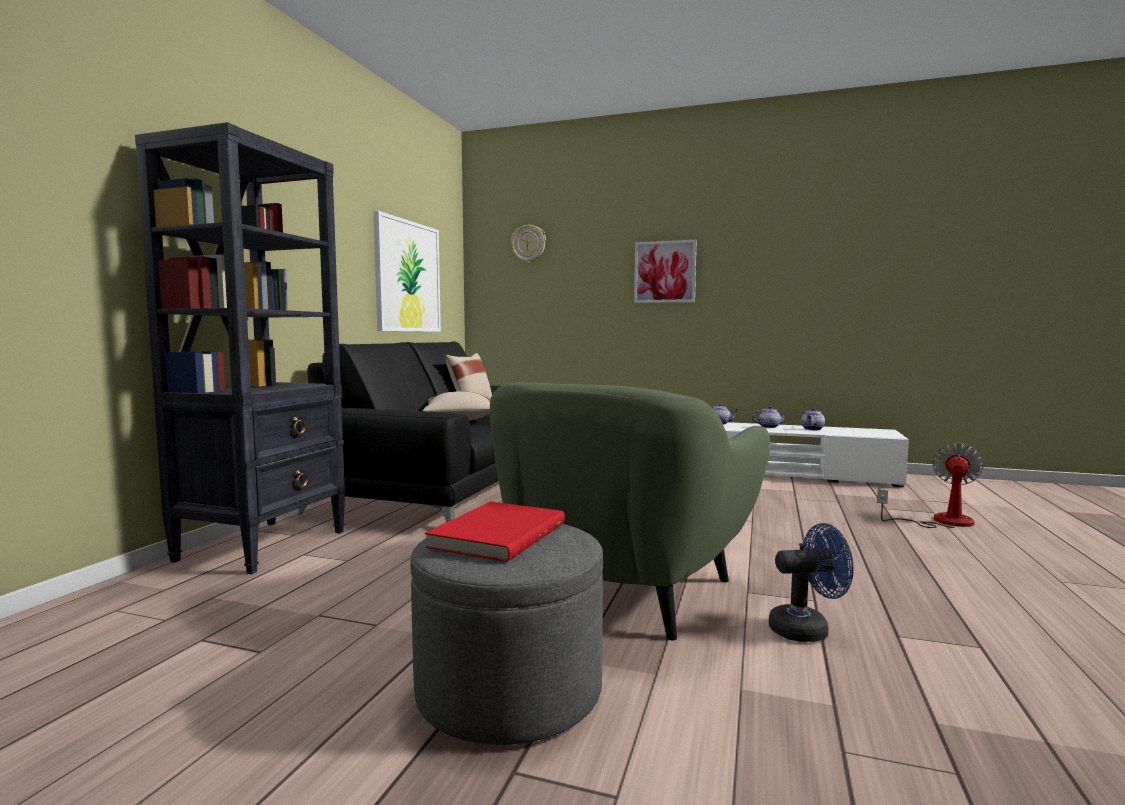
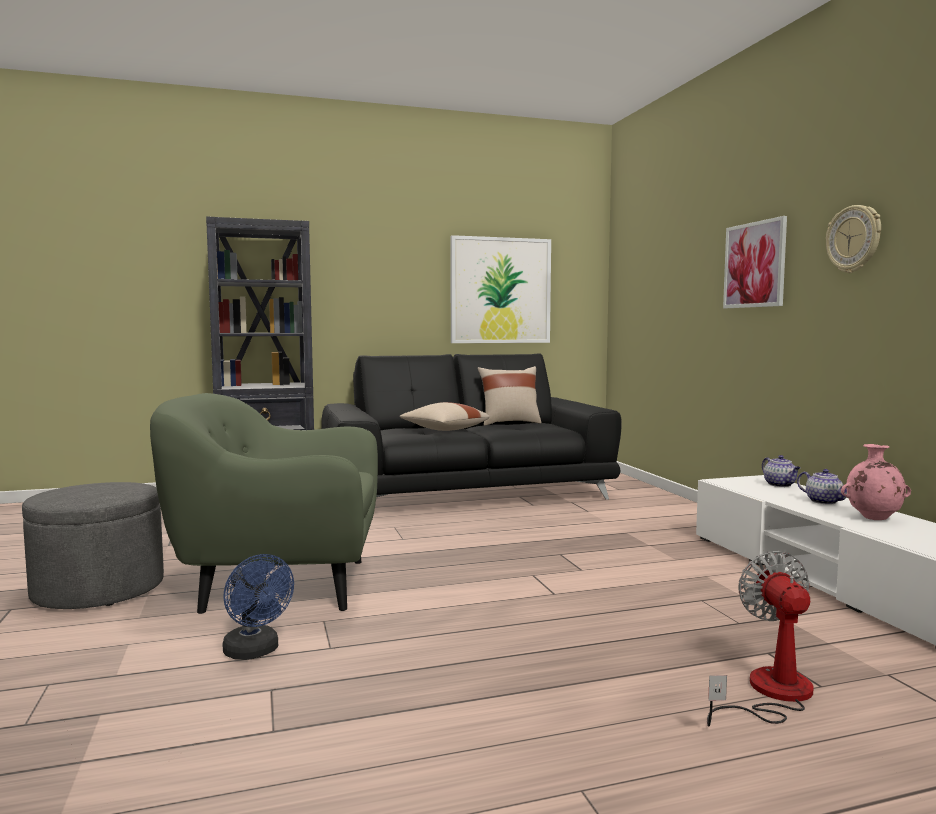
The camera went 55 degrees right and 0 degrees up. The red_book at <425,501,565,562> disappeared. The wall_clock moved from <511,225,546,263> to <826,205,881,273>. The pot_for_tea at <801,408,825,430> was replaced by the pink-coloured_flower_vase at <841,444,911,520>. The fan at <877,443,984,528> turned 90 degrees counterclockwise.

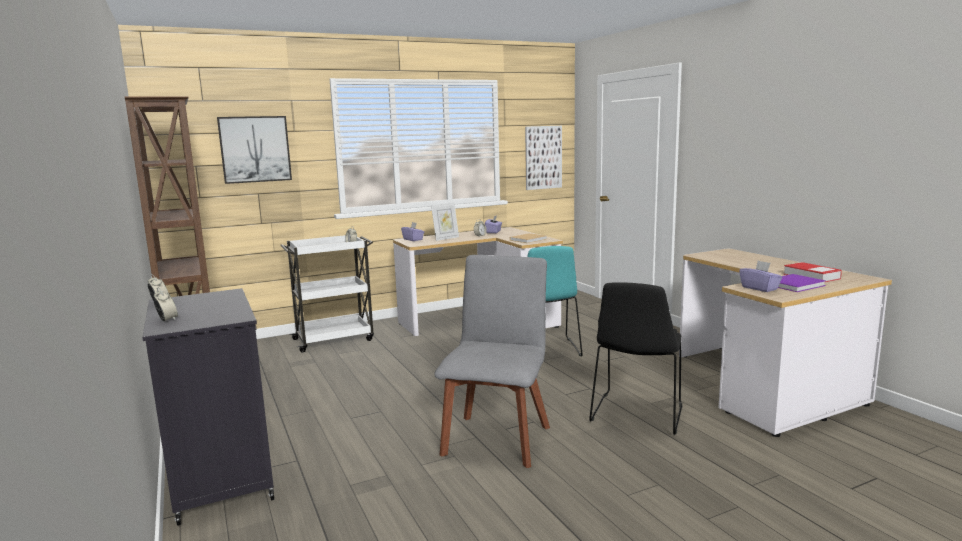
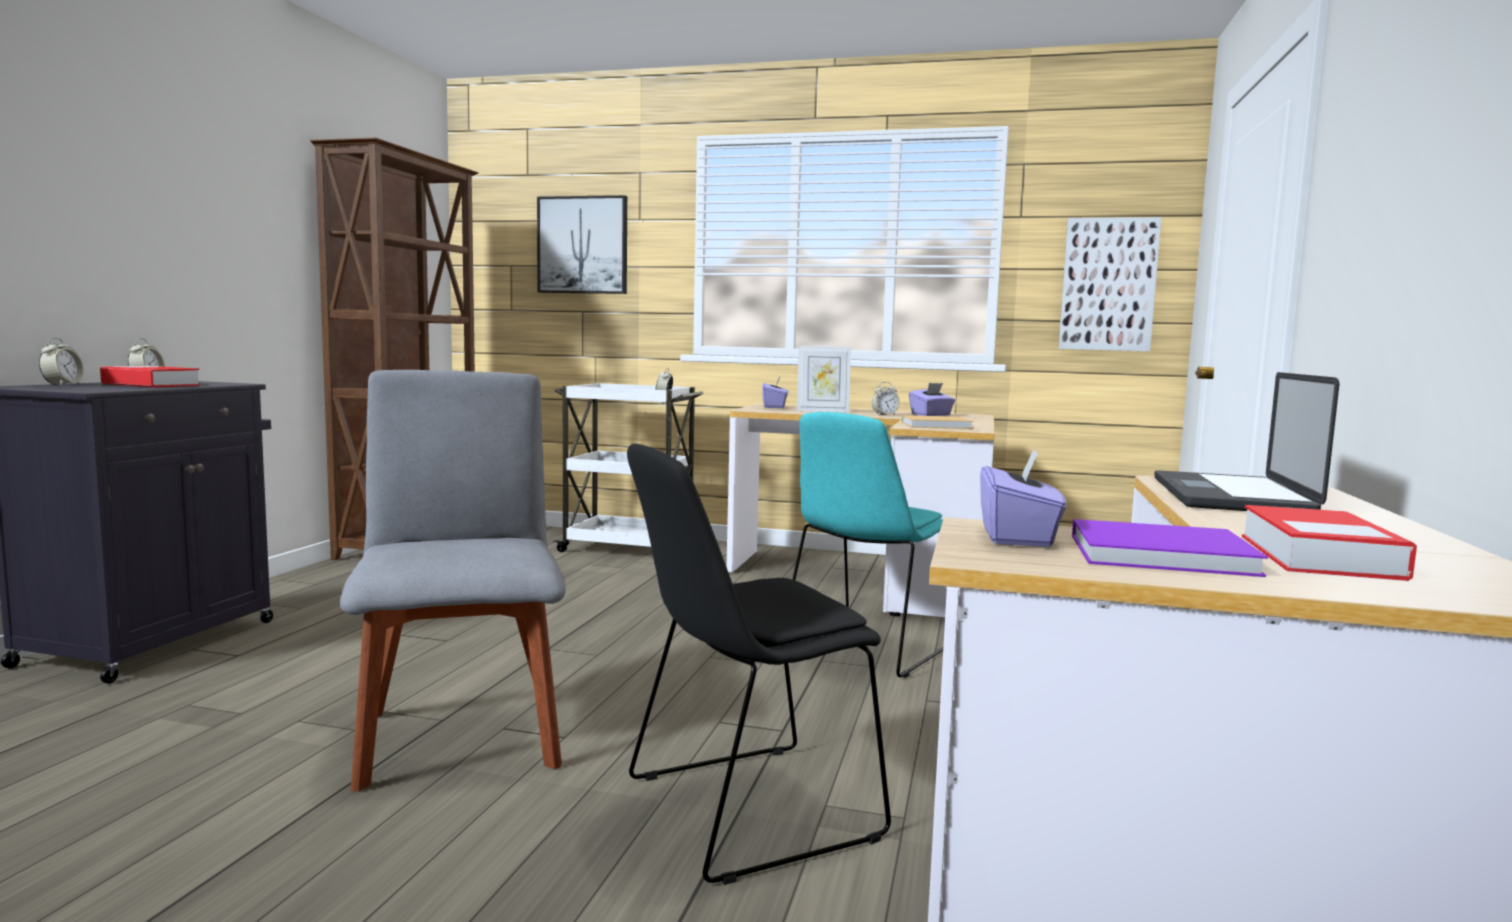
The camera went 40 degrees right and 5 degrees down. The grey_chair at <434,255,550,468> turned 75 degrees counterclockwise. The book at <100,366,200,387> appeared. The portable_computer at <1154,372,1339,511> appeared.

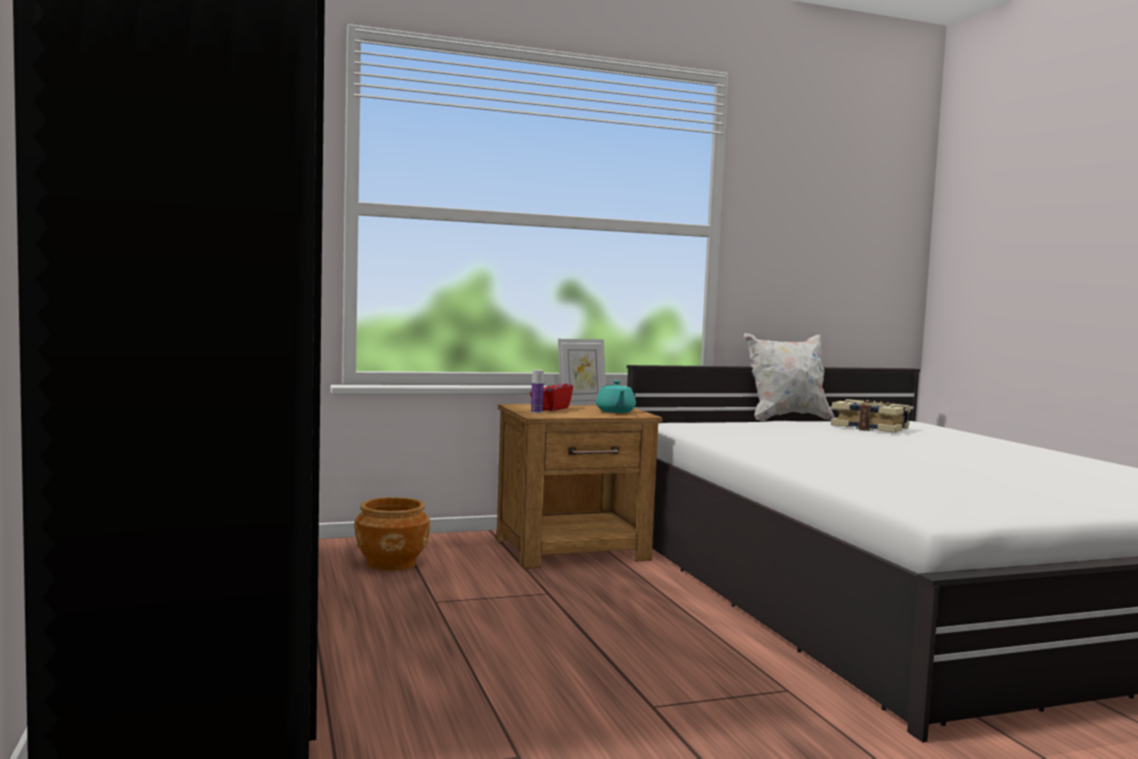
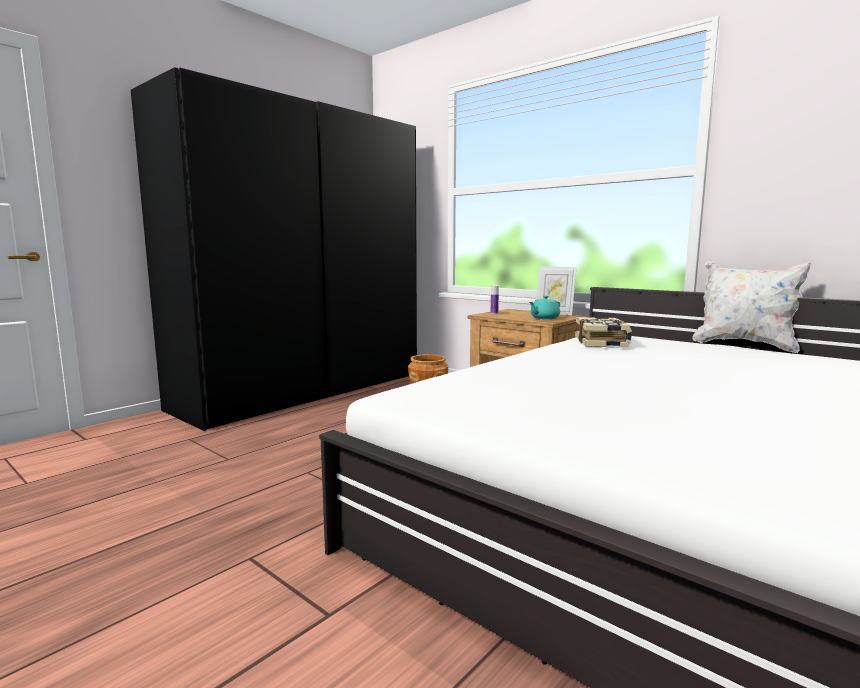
The camera went 60 degrees right and 5 degrees up. The red_box_of_tissues at <530,374,573,411> disappeared. The book moved from <831,399,911,433> to <575,317,632,348>.

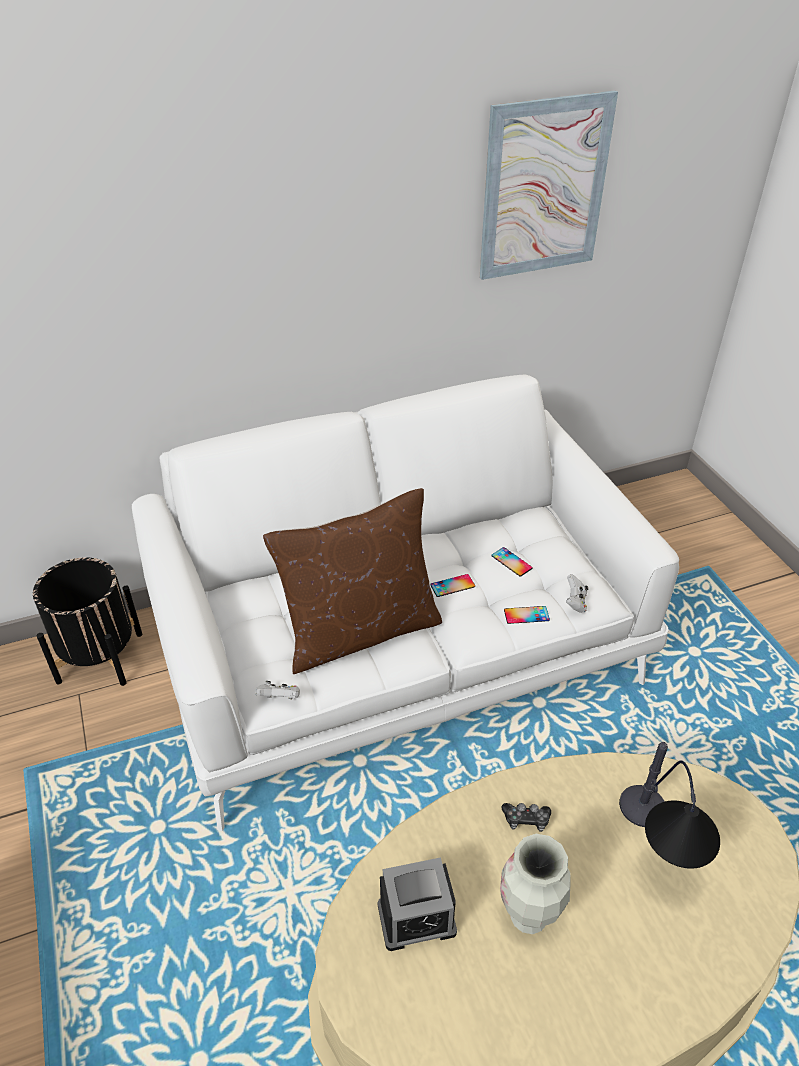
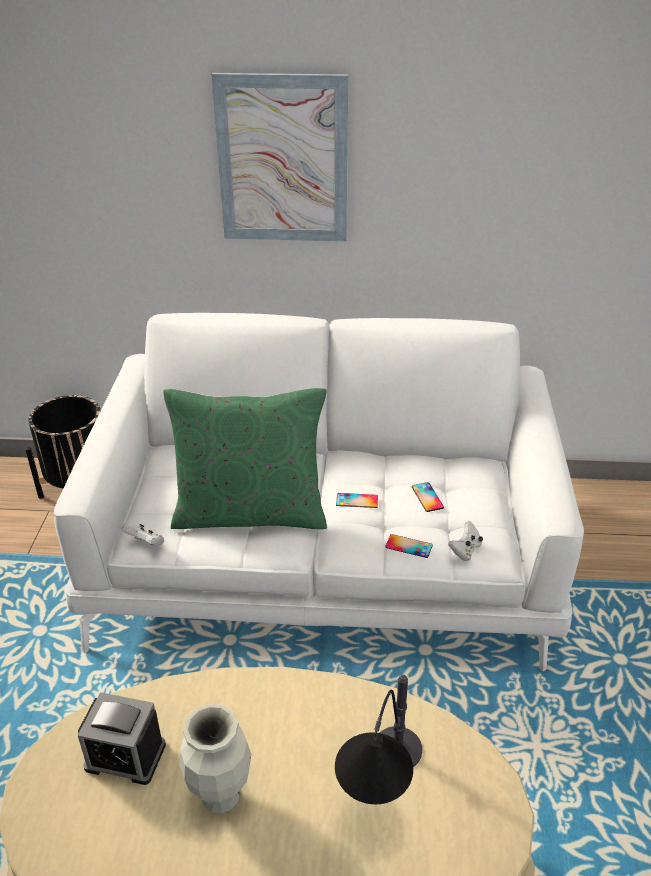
The camera went 25 degrees right and 5 degrees down. The brown_throw_pillow at <263,488,442,674> became the green_throw_pillow at <163,388,327,529>. The wall_art moved from <480,91,618,280> to <211,73,348,241>. The game_controller at <501,803,551,832> disappeared.

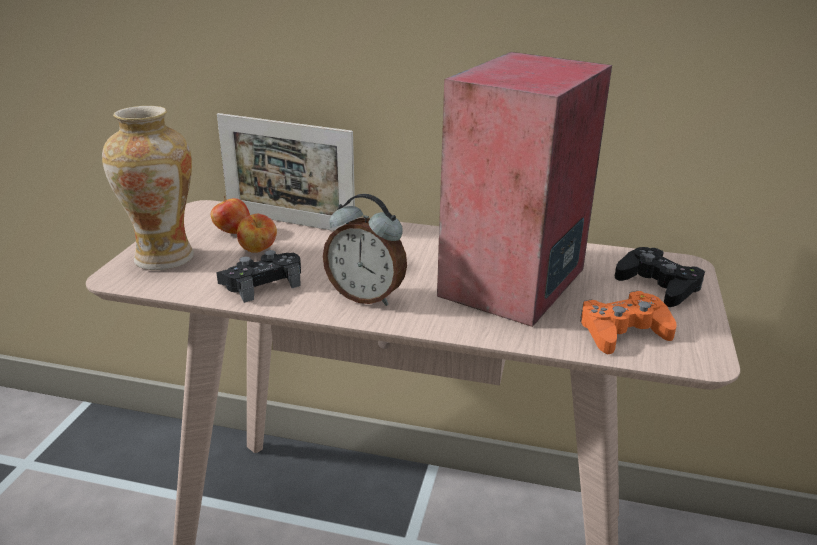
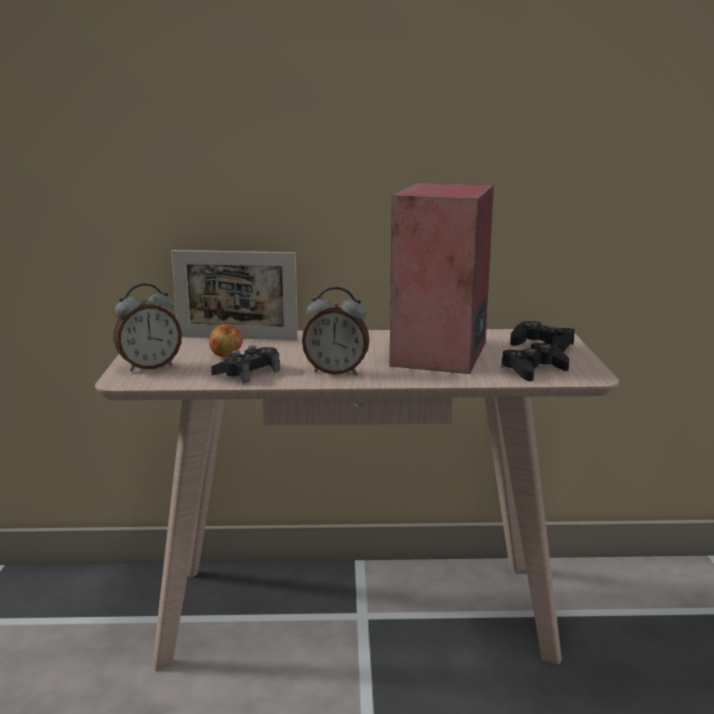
The camera went 15 degrees left and 10 degrees down. The flower_vase at <102,106,194,270> was replaced by the alarm_clock at <114,283,182,372>. The apple_fruit at <211,196,250,234> disappeared. The orange_game_controller at <580,291,677,354> became the black_game_controller at <501,343,570,381>.

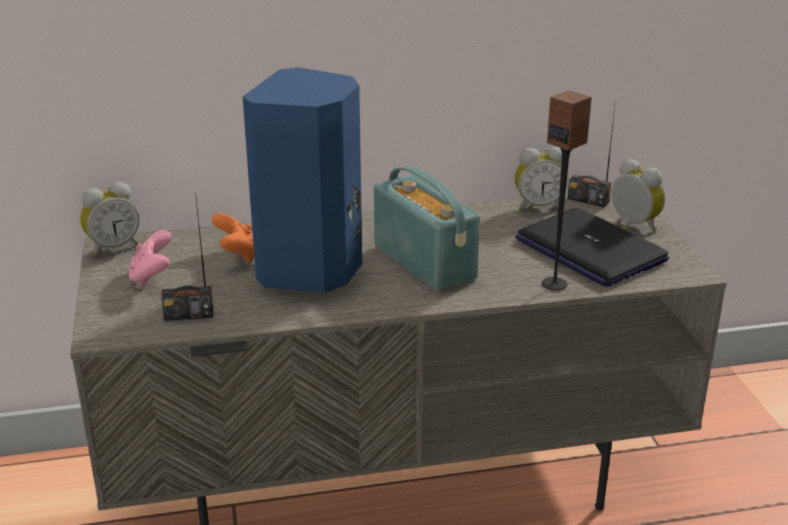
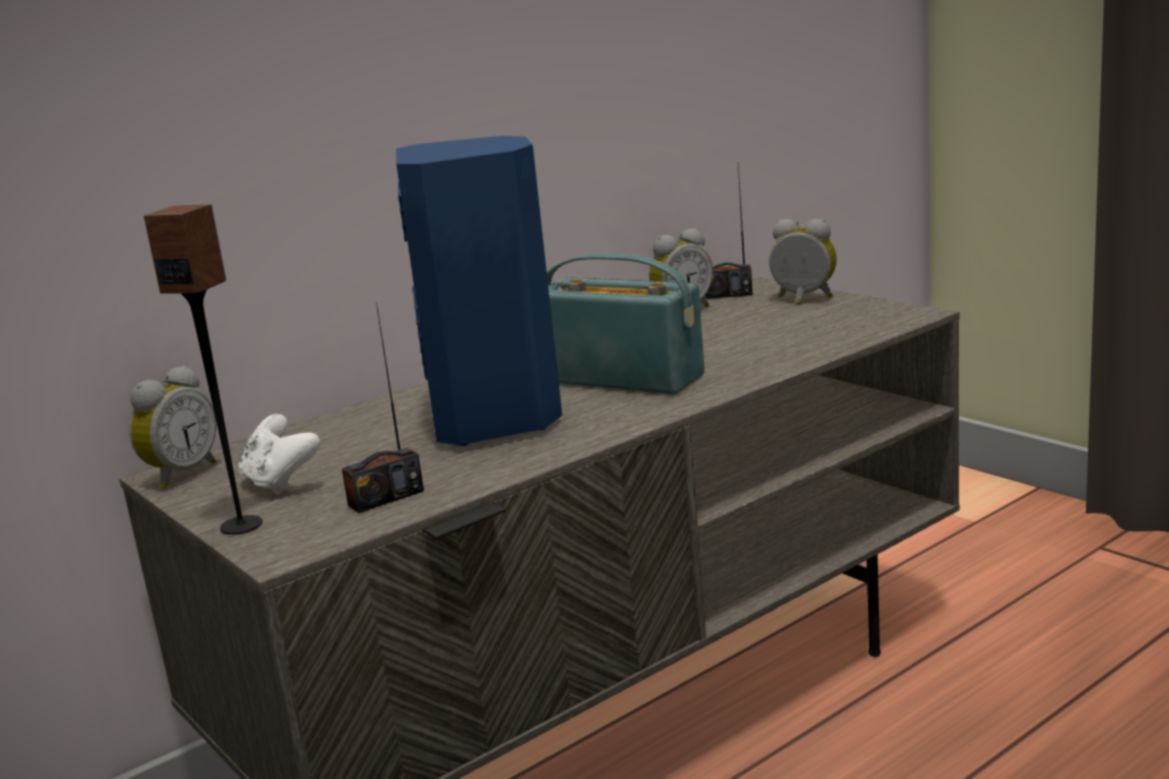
The camera went 25 degrees left and 10 degrees down. The pink-coloured_game_controller at <129,230,172,287> became the white_game_controller at <238,414,320,495>. The orange_game_controller at <212,213,254,262> disappeared. The portable_computer at <515,208,669,287> disappeared. The audio_speaker moved from <542,90,592,290> to <144,205,263,535>.

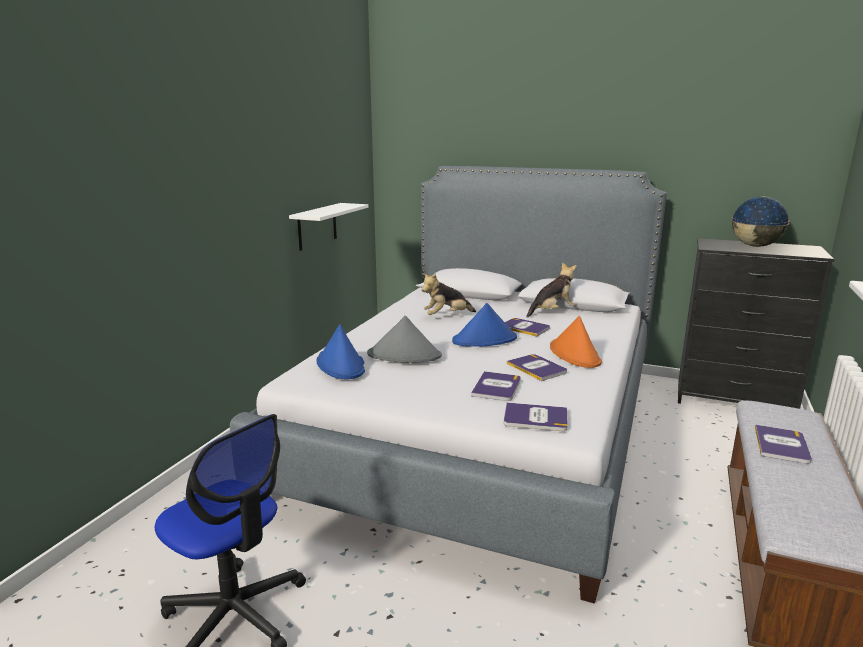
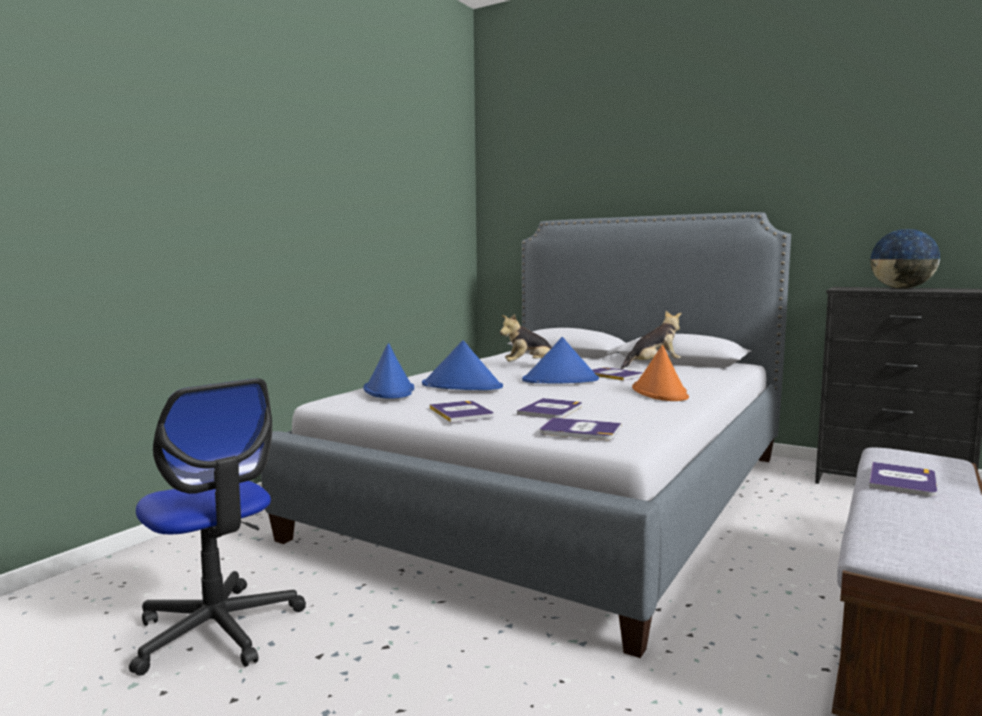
The camera went 10 degrees right and 10 degrees down. The white_shelf at <289,203,368,251> disappeared. The grey_wearable_hat at <367,316,442,362> became the blue-coloured_wearable_hat at <422,340,503,390>. The book moved from <507,354,567,381> to <430,401,494,423>.

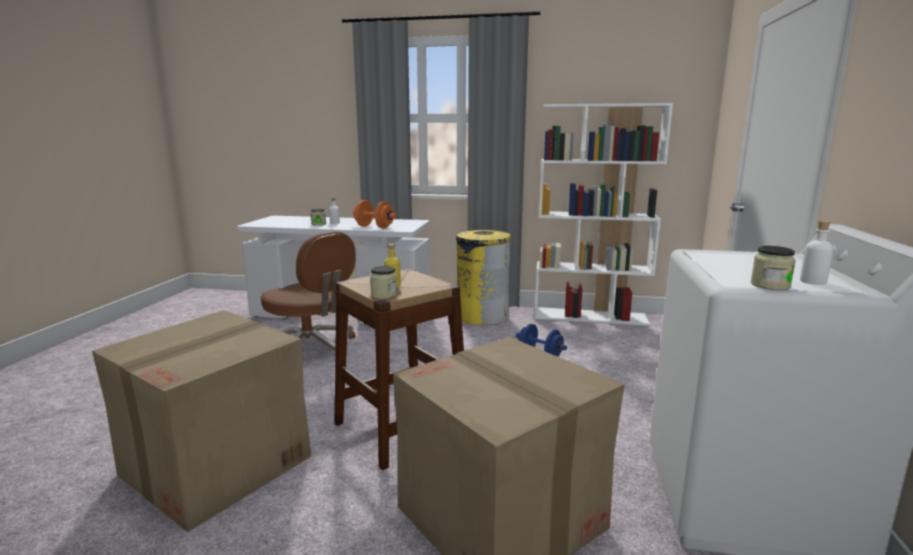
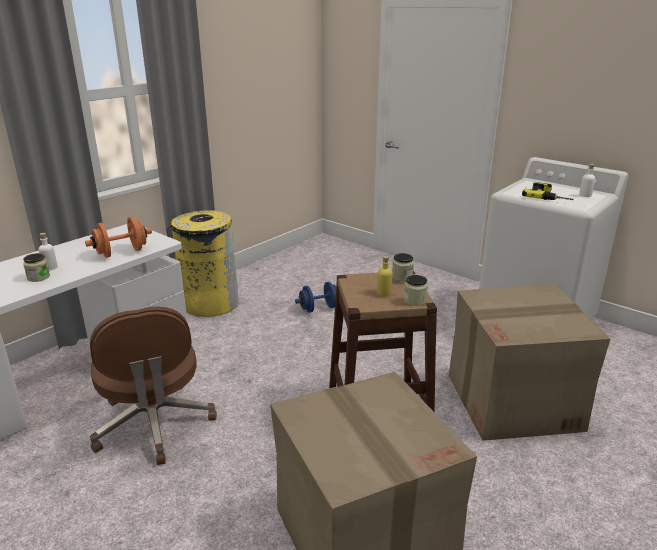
The camera went 60 degrees left and 10 degrees up. The brown_office_chair at <261,231,356,350> turned 90 degrees clockwise. The white_bookshelf at <534,103,673,326> disappeared. The storage_jar moved from <751,246,796,290> to <392,253,414,282>. The drill at <522,182,574,200> appeared.

